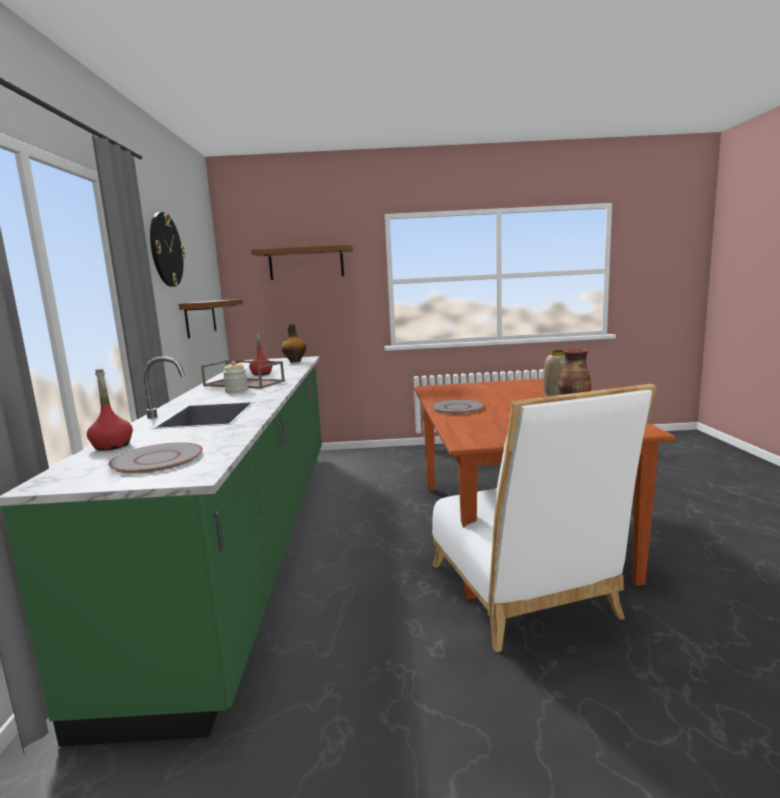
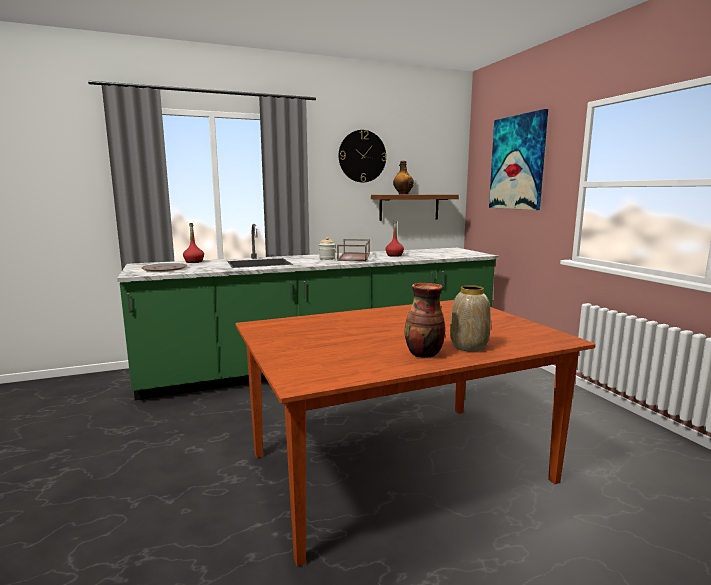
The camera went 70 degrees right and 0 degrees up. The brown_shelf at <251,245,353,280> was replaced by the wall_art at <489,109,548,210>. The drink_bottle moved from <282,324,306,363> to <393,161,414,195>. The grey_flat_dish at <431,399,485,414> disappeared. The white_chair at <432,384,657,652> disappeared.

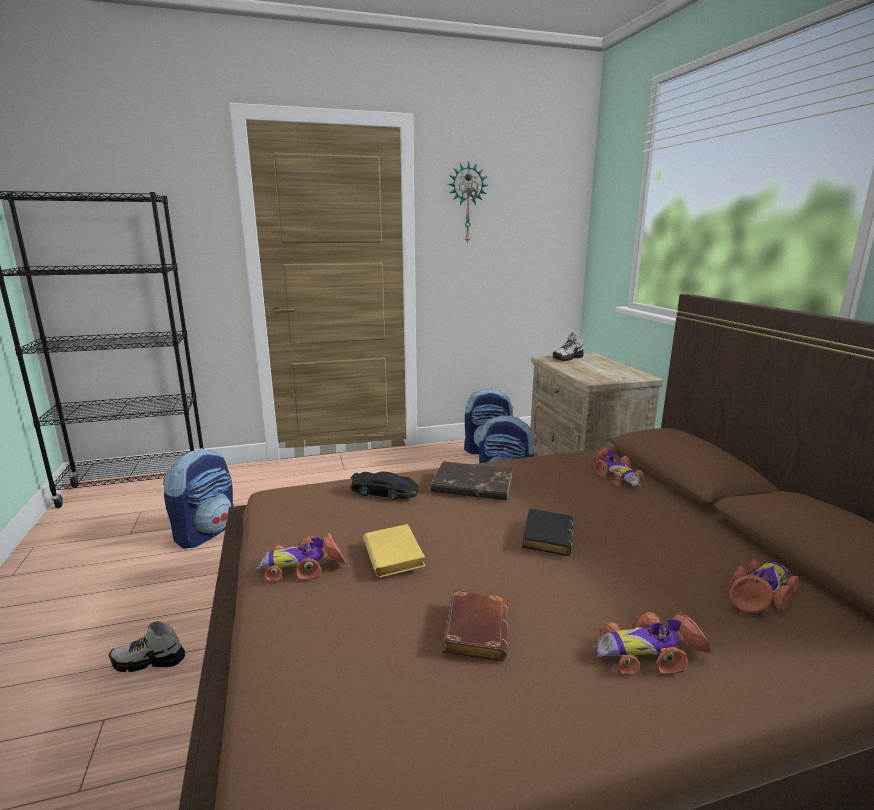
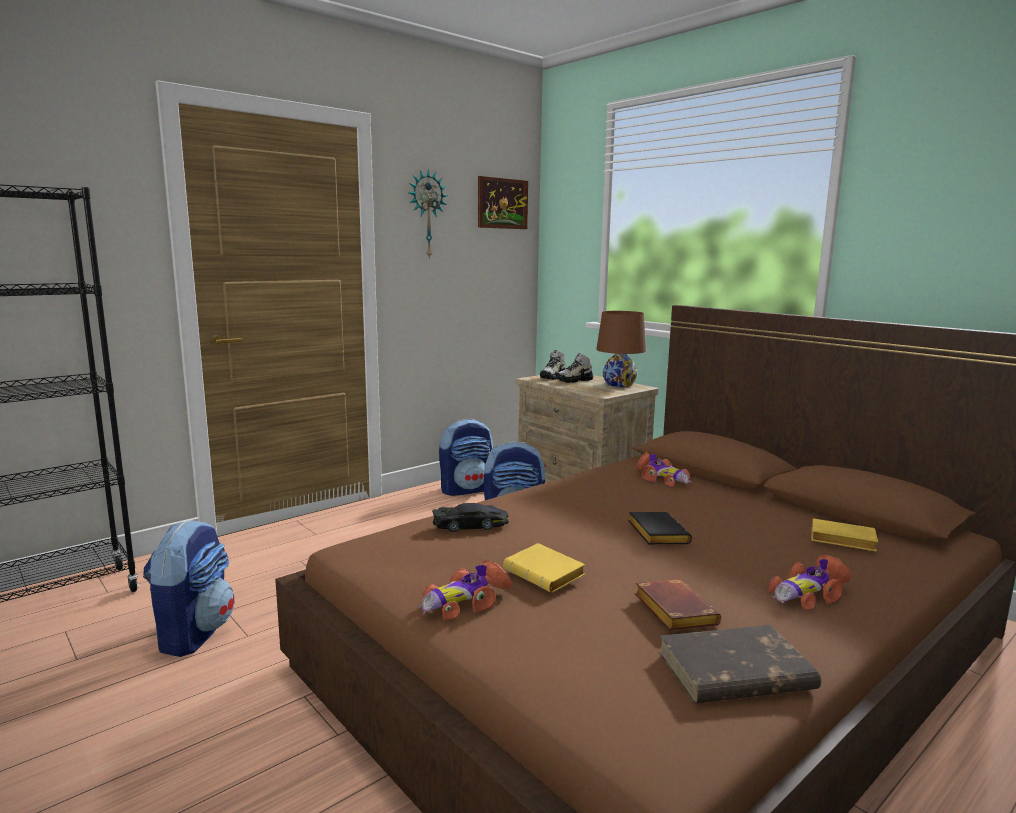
The camera went 25 degrees left and 5 degrees down. The low_shoe moved from <109,621,185,672> to <556,353,593,383>. The brown_book moved from <430,461,513,500> to <658,625,821,703>. The model_car at <729,559,799,613> was replaced by the yellowish_book at <811,518,878,552>. The wall_art at <478,176,528,229> appeared. The brown_tabletop_lamp at <596,311,646,387> appeared.

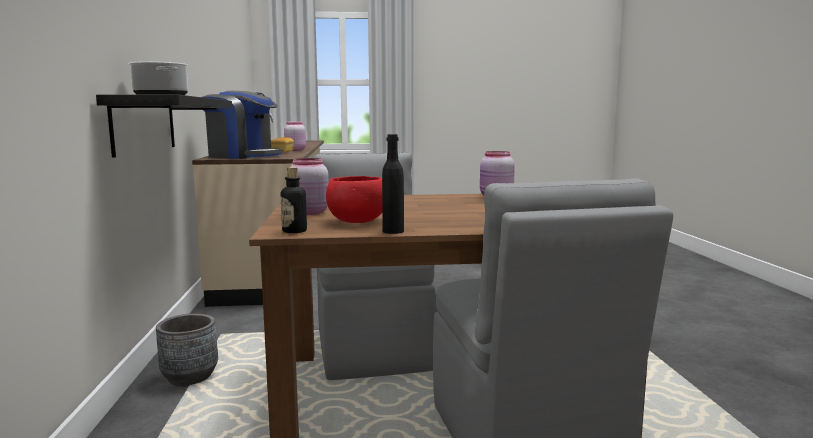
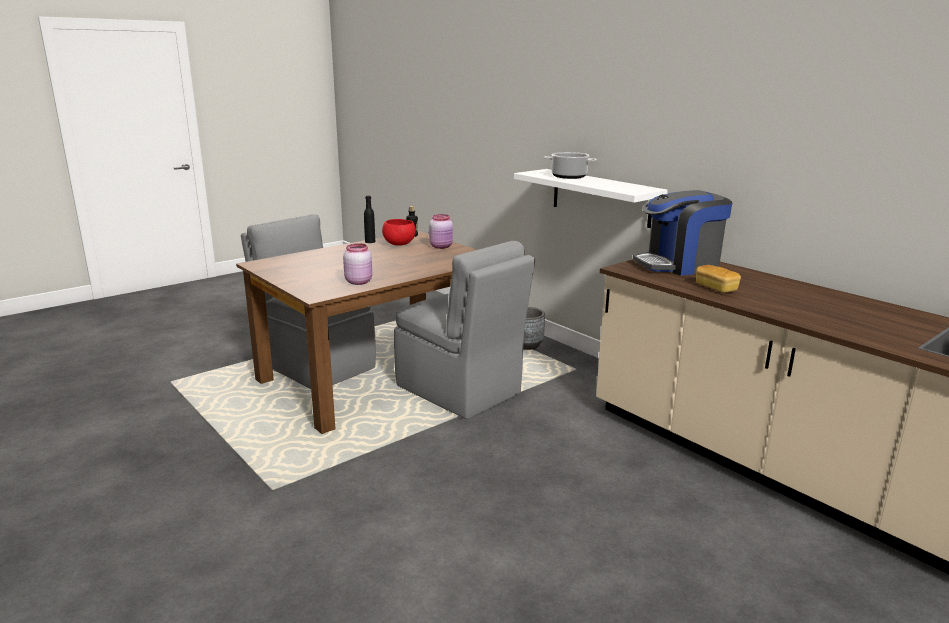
The camera went 145 degrees right and 10 degrees up. The black_shelf at <96,95,232,158> became the white_shelf at <514,169,668,228>. The pink-coloured_storage_jar at <284,122,306,151> disappeared.

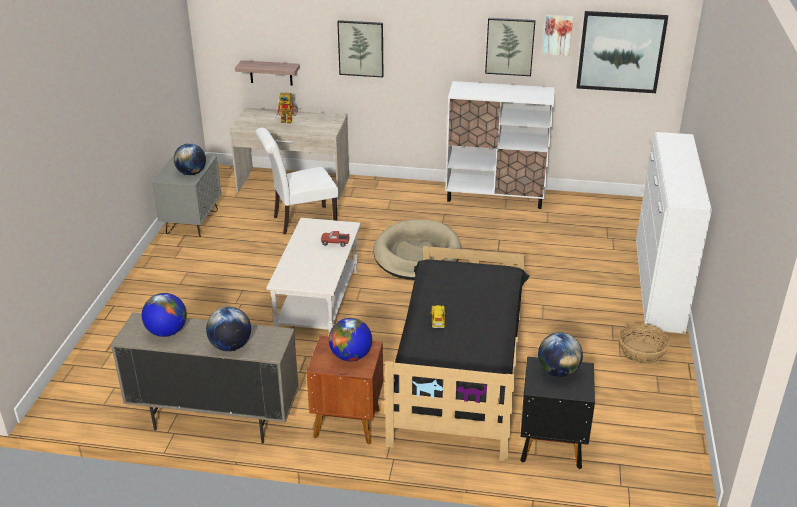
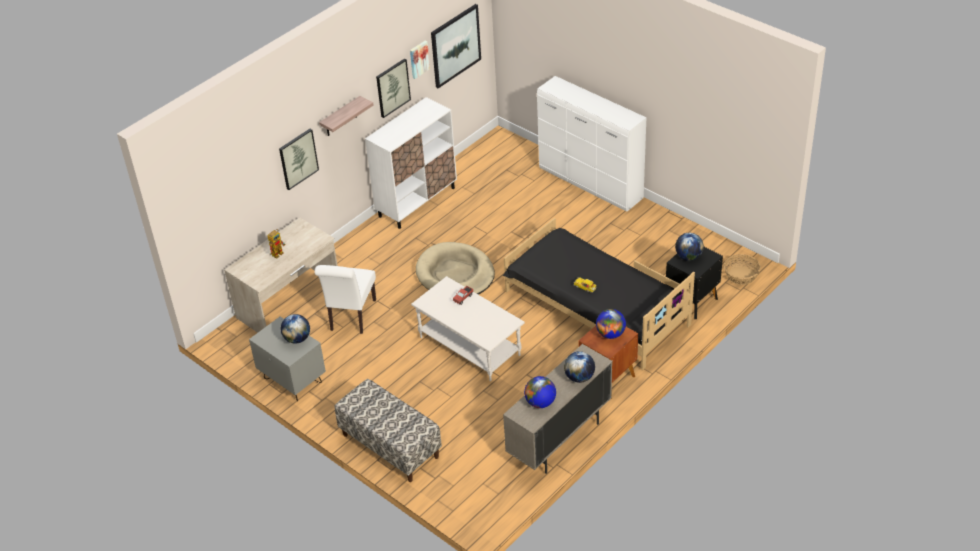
The camera went 55 degrees left and 10 degrees up. The shelf moved from <235,60,300,86> to <319,96,374,136>. The household_basket moved from <619,323,670,364> to <724,254,761,285>. The indoor_bench at <335,379,442,482> appeared.

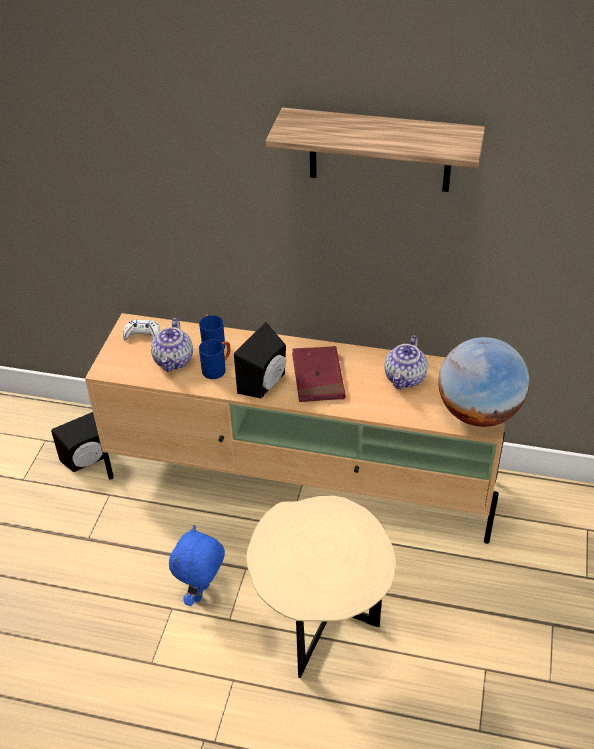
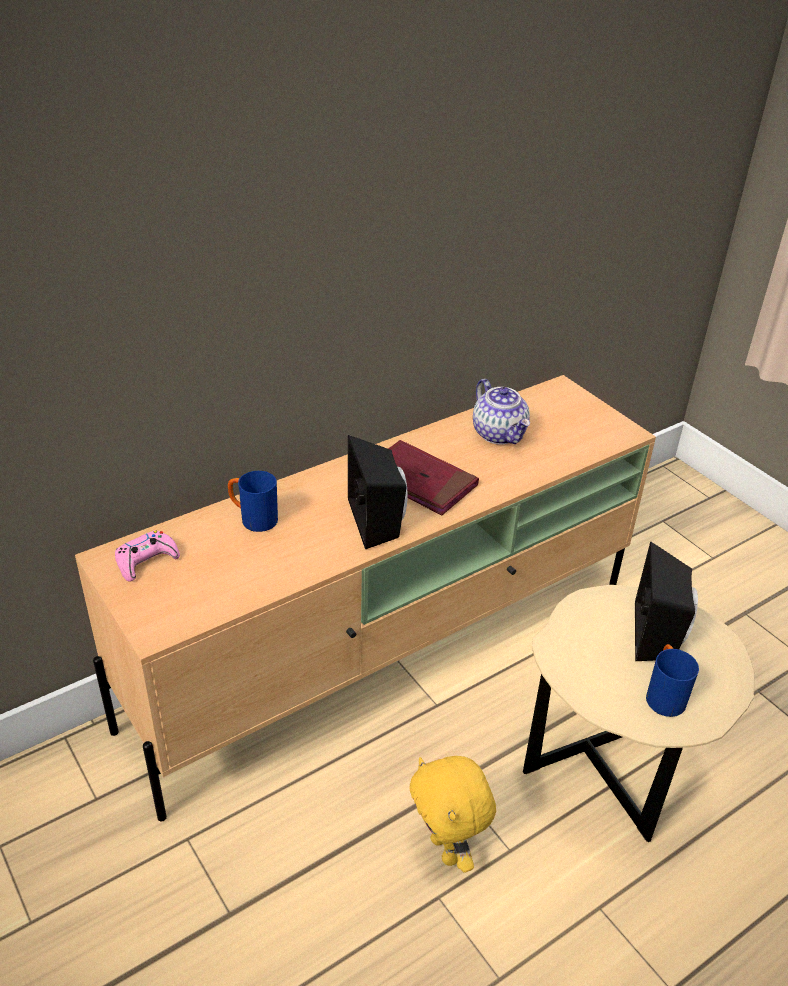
The camera went 50 degrees left and 5 degrees down. The black_audio_speaker moved from <51,412,104,472> to <635,541,698,661>. The white_game_controller at <123,320,160,341> became the pink-coloured_game_controller at <115,531,180,582>. The pot_for_tea at <151,318,193,372> disappeared. The blue-coloured_cuddly_toy at <169,525,225,606> became the yellowish_cuddly_toy at <409,756,496,873>. The blue-coloured_tea_mug moved from <199,339,231,379> to <646,644,699,717>. The shelf at <265,108,485,192> disappeared. The desk_globe at <438,337,530,427> disappeared.

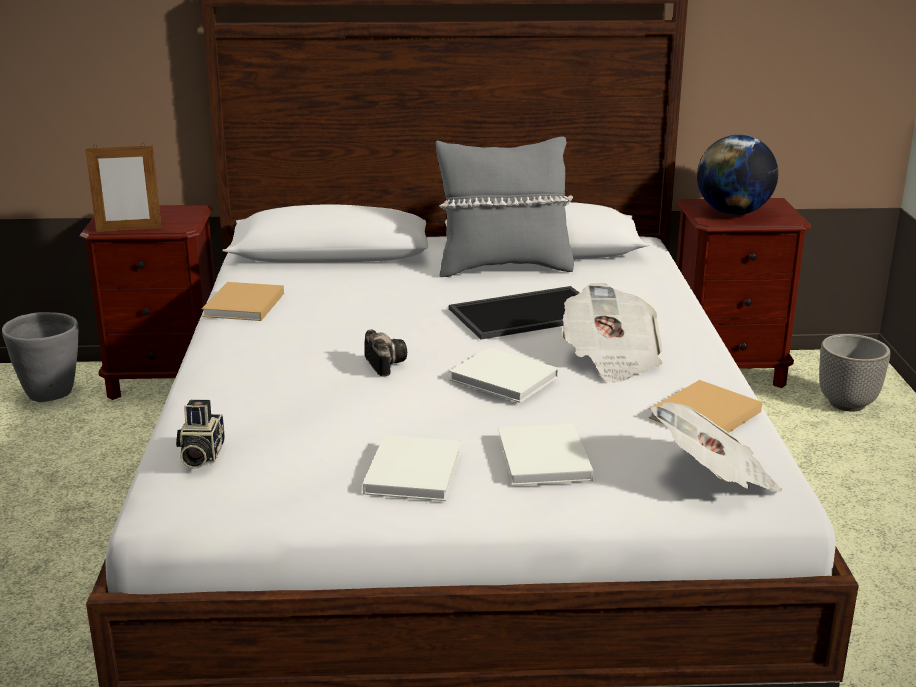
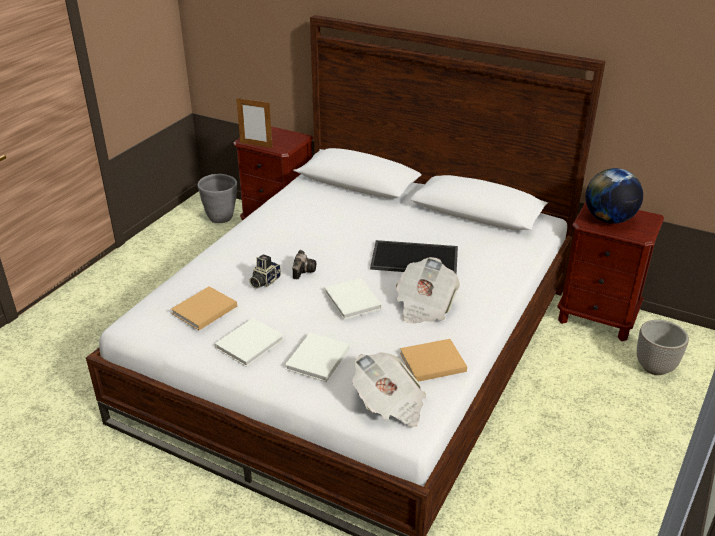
The camera went 30 degrees right and 10 degrees up. The photo_camera moved from <176,400,225,469> to <249,254,281,289>. The sand-coloured_book moved from <202,282,284,321> to <171,286,237,330>. The grey_throw_pillow at <436,137,574,277> disappeared.

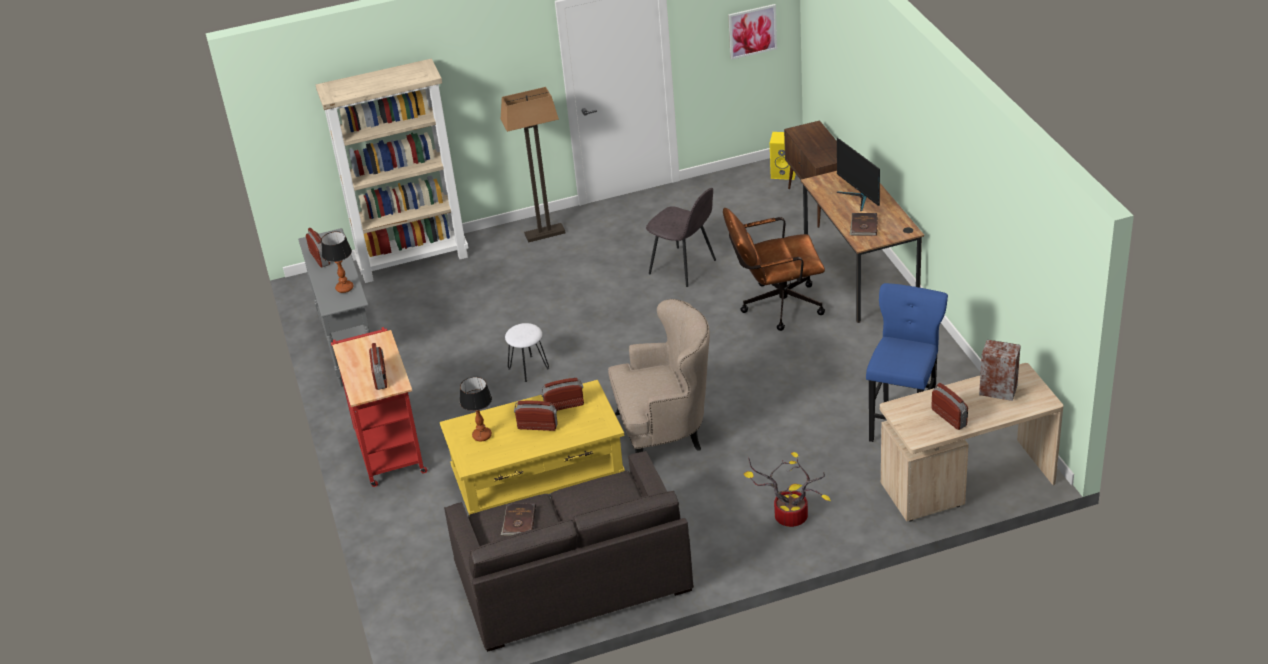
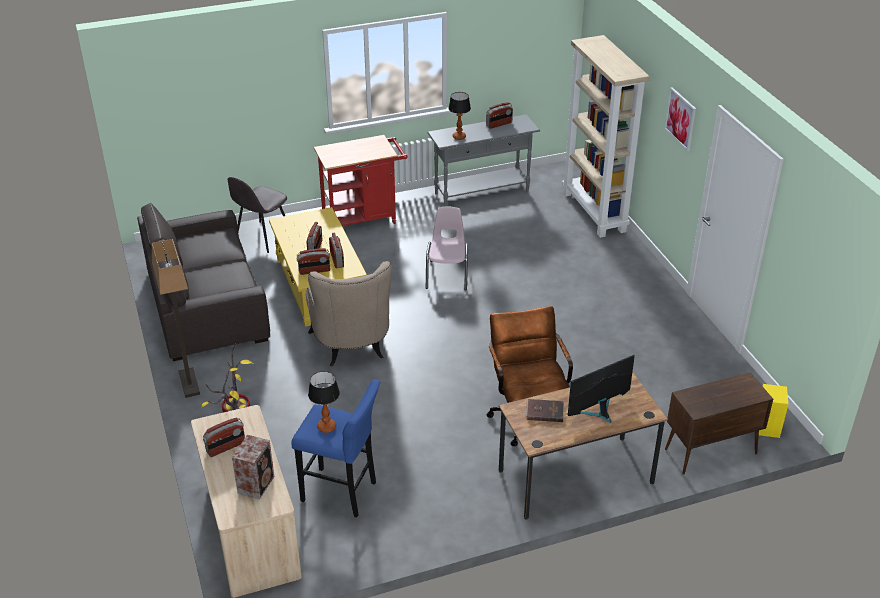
The camera went 85 degrees right and 0 degrees up. The radio moved from <369,343,387,390> to <296,248,330,275>. The tabletop_lamp moved from <460,377,492,442> to <308,371,340,433>. The standard_lamp moved from <501,87,565,242> to <152,239,200,398>. The brown_book at <501,503,536,536> disappeared. The white_stool_seat at <505,323,549,382> was replaced by the pink-coloured_chair at <426,207,468,290>. The grey_chair moved from <646,188,716,287> to <228,177,287,253>. The wall_art moved from <728,4,777,60> to <665,87,696,151>.

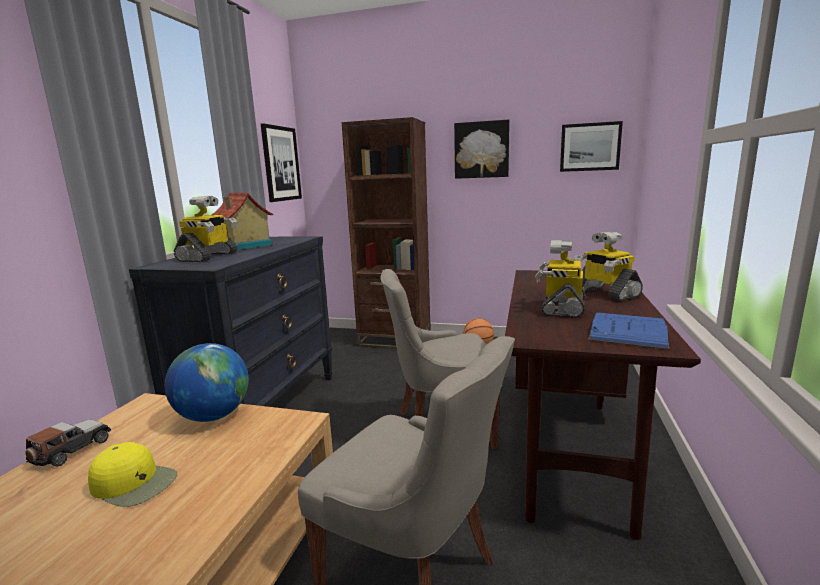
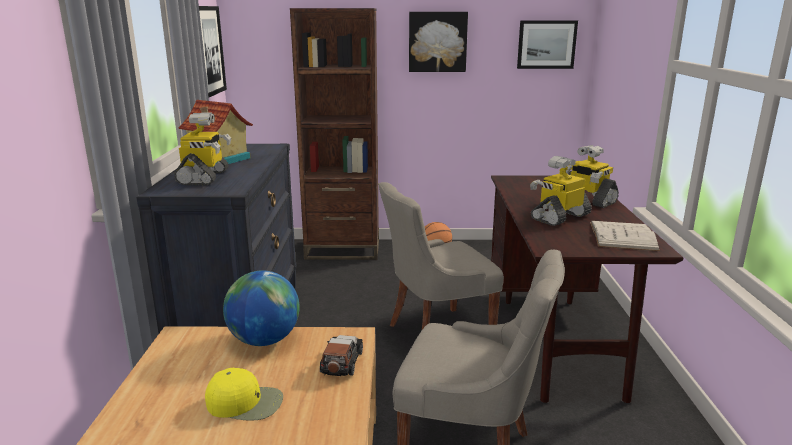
The camera went 15 degrees left and 5 degrees up. The model_car moved from <25,420,111,467> to <320,335,363,376>. The robot_figure at <535,240,585,318> turned 45 degrees clockwise. The blue-coloured_book at <589,312,669,350> became the white_book at <590,221,660,251>.

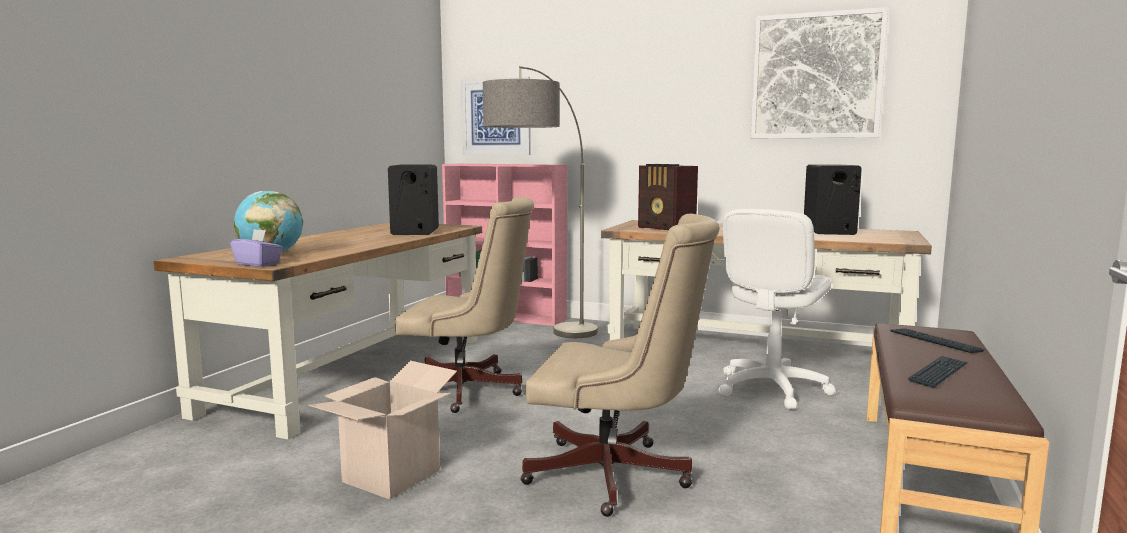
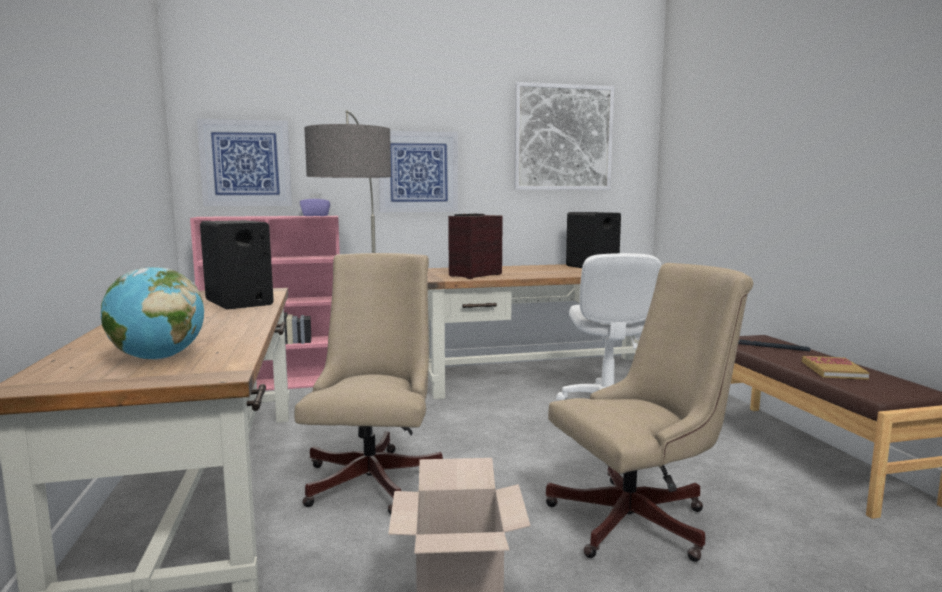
The camera went 35 degrees left and 0 degrees up. The purplish_box_of_tissues moved from <230,229,283,267> to <300,193,330,216>. The sand-coloured_office_chair at <395,196,534,413> turned 60 degrees counterclockwise. The radio at <638,164,698,230> turned 120 degrees clockwise. The keyboard at <908,356,967,388> was replaced by the book at <802,356,869,380>. The wall_art at <379,131,458,212> appeared.

